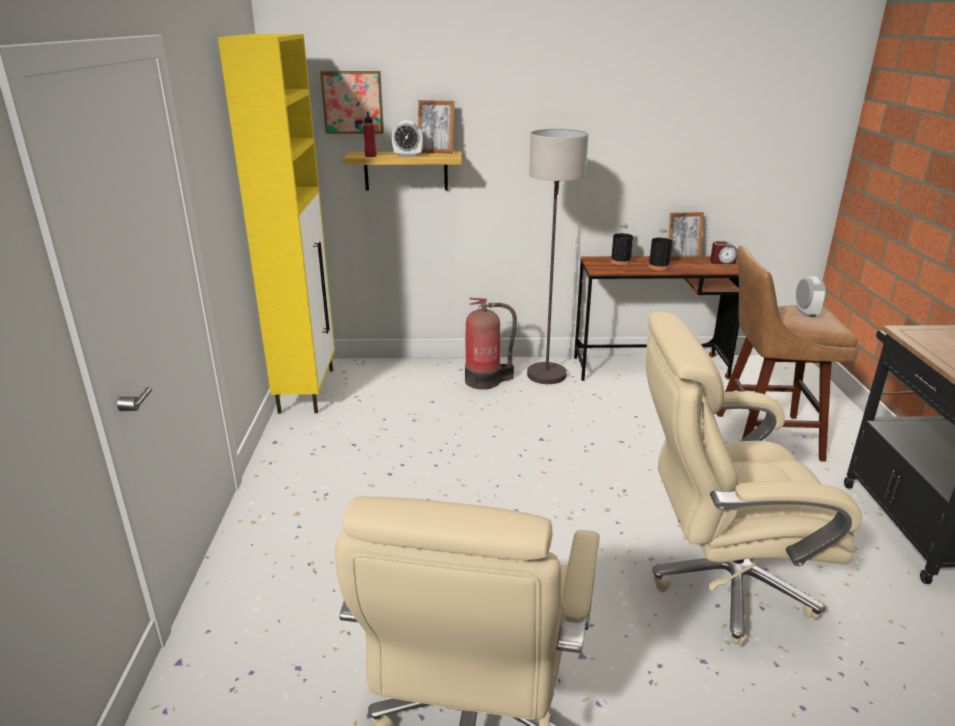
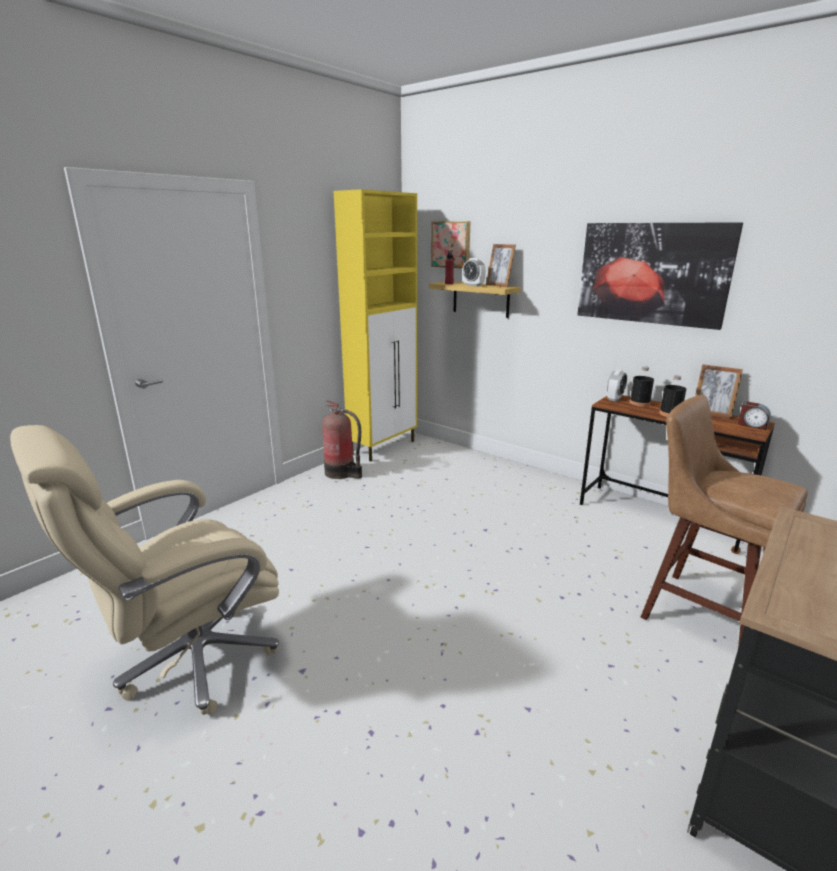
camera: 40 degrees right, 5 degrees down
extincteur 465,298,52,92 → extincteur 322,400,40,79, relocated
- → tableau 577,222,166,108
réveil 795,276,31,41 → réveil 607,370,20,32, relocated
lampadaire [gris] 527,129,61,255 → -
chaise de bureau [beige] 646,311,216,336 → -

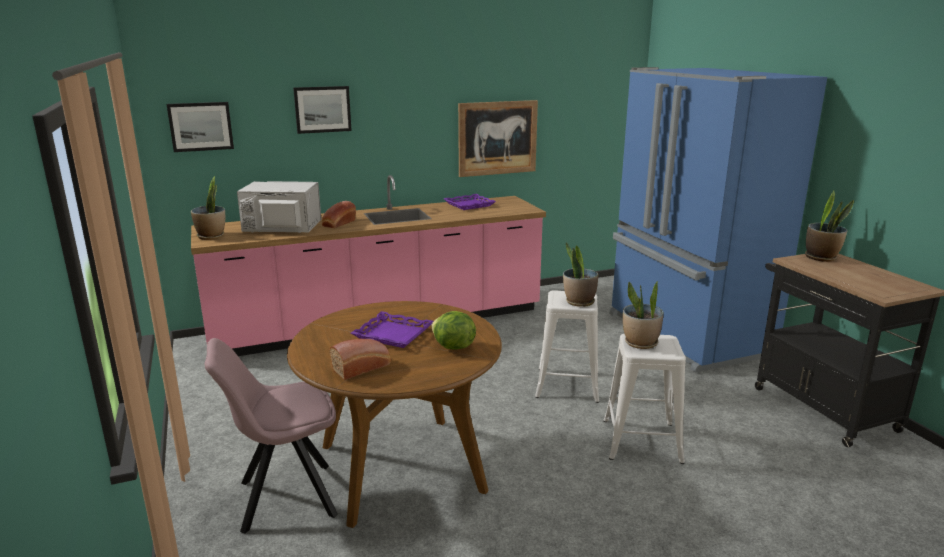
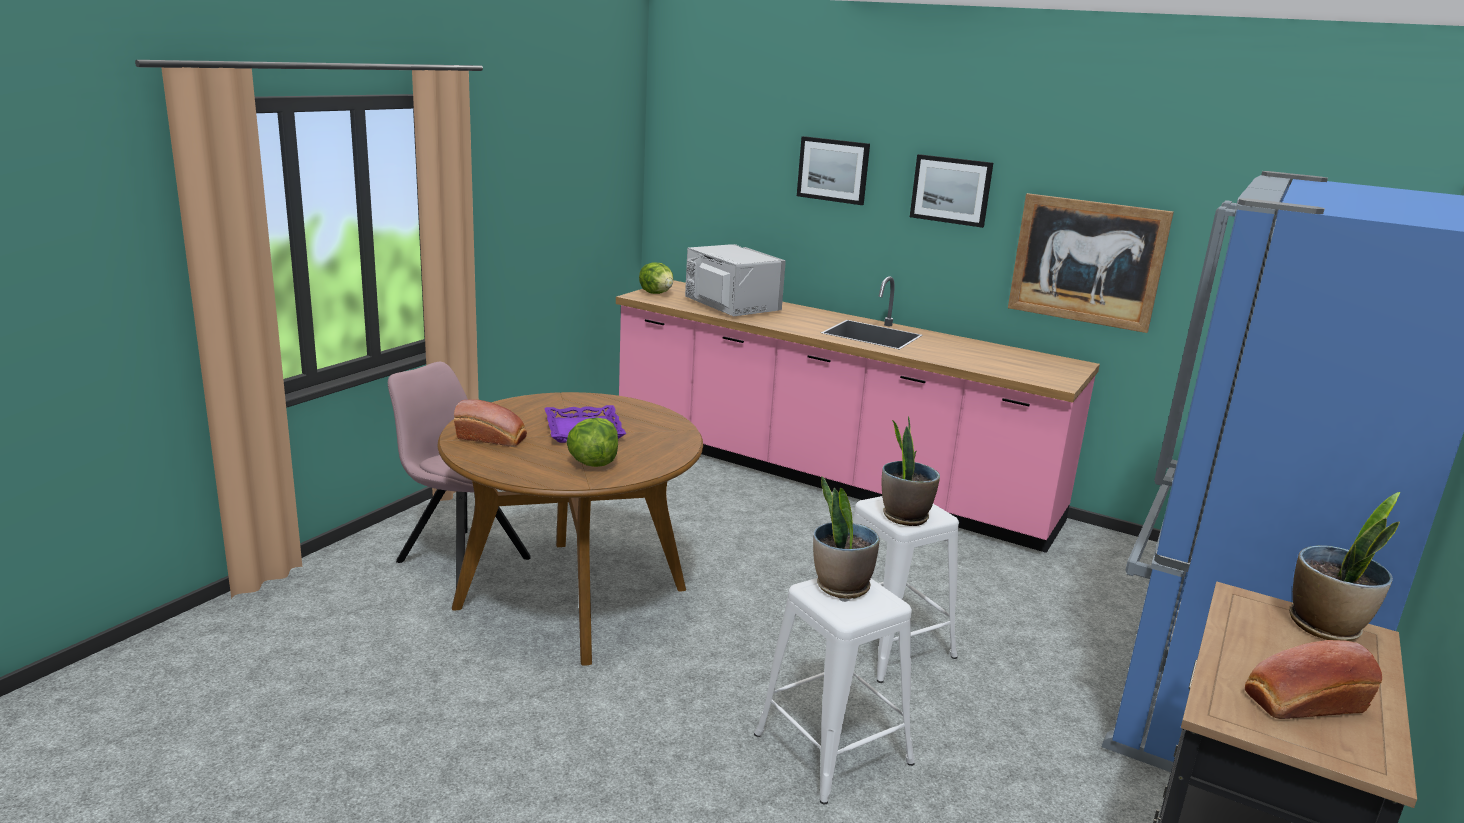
camera: 50 degrees right, 0 degrees up
plante en pot 191,176,34,64 → laitue 639,262,35,32
tableau 167,102,67,50 → tableau 910,154,83,74, relocated
pain 322,201,34,27 → pain 1245,640,137,79, relocated
plateau [violet] 444,194,52,16 → -

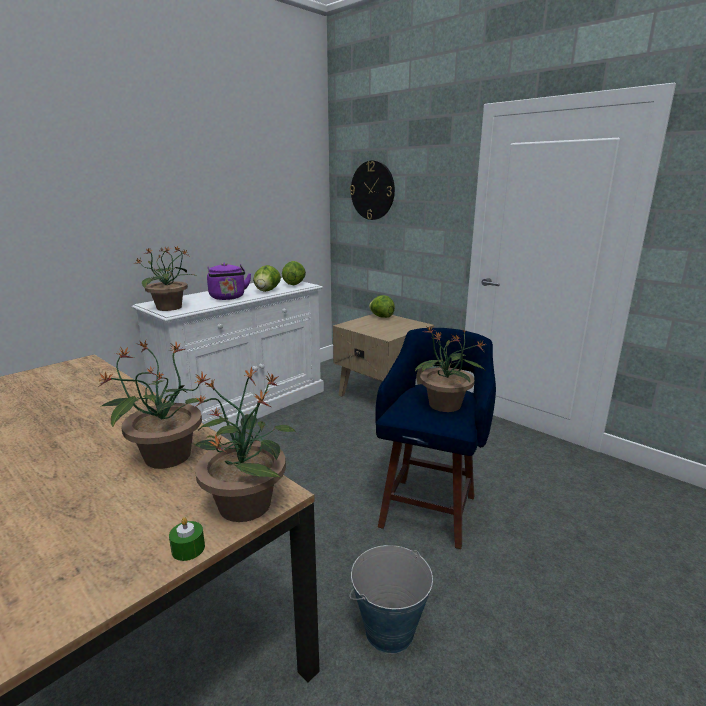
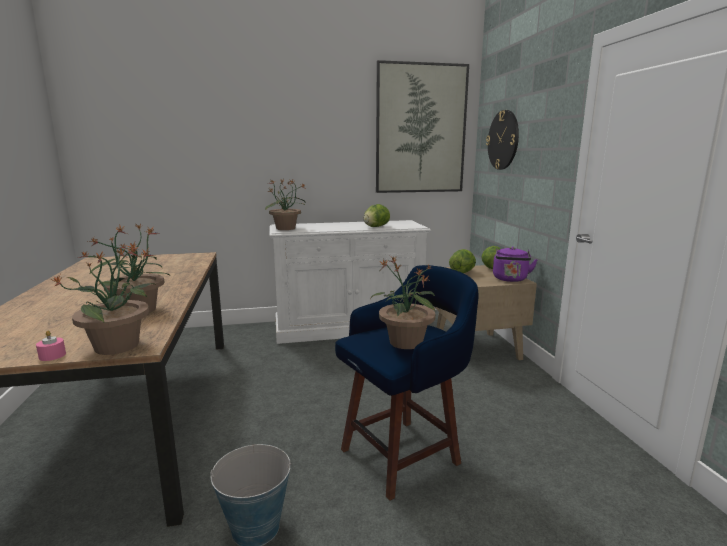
camera: 35 degrees right, 5 degrees down
bougie [vert] 169,517,36,44 → bougie [rose] 36,331,30,30
- → tableau 376,60,93,133
laitue 282,261,24,24 → laitue 449,249,27,24, relocated
bouilloire [violet] 207,263,44,37 → bouilloire [violet] 493,246,45,36, relocated

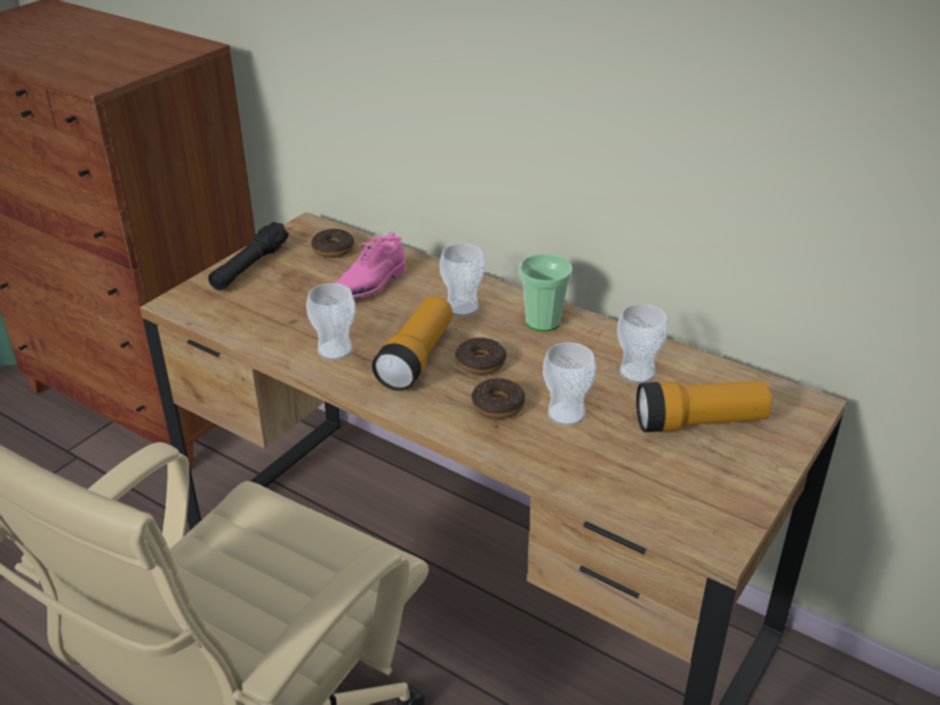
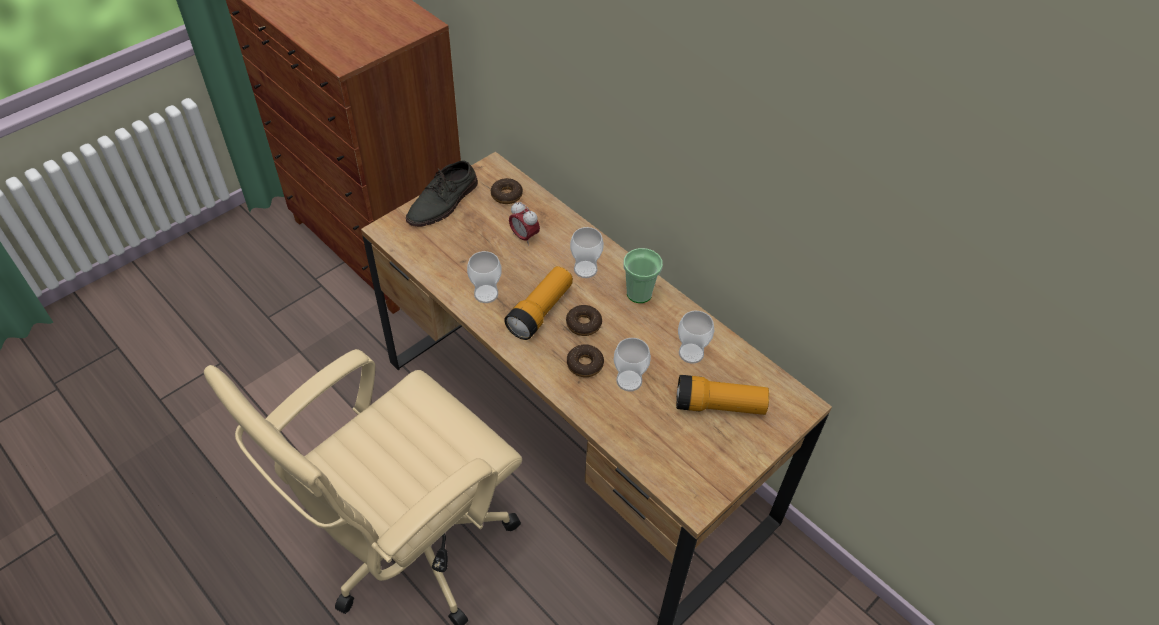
camera: 10 degrees right, 15 degrees up
lampe de poche [noir] 208,222,81,69 → chaussure [gris] 406,160,72,67
chaussure [rose] 335,232,71,67 → réveil 509,202,31,44

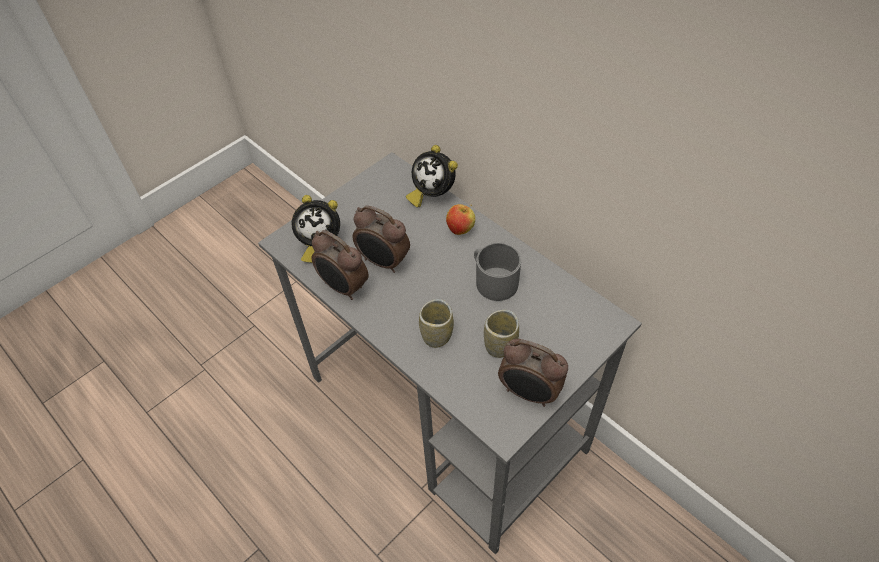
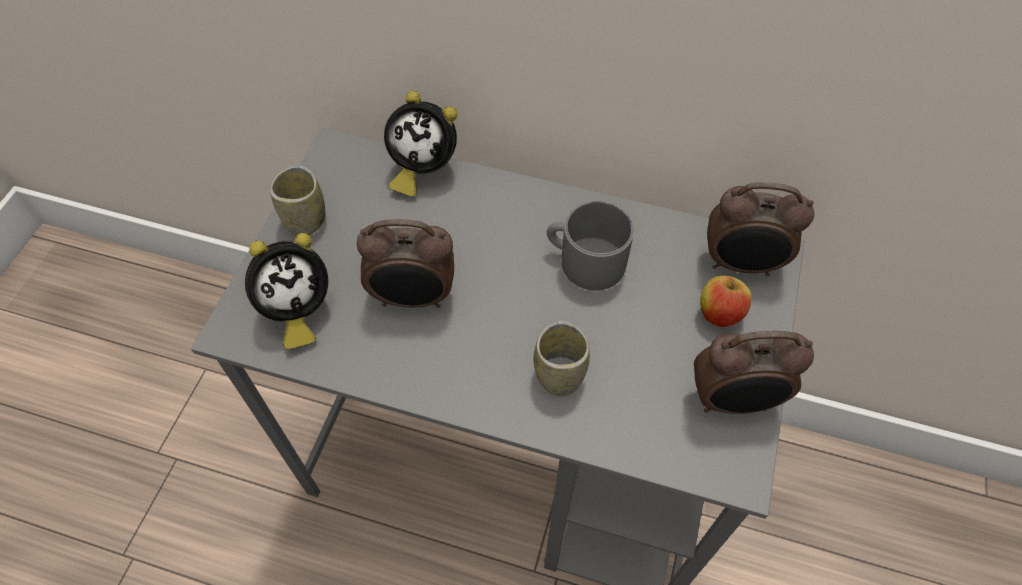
camera: 30 degrees left, 5 degrees up
tasse 484,310,35,48 → tasse 270,165,55,71, relocated
pomme 446,204,29,31 → pomme 700,272,52,55, relocated
réveil 311,230,58,70 → réveil 707,182,108,94, relocated

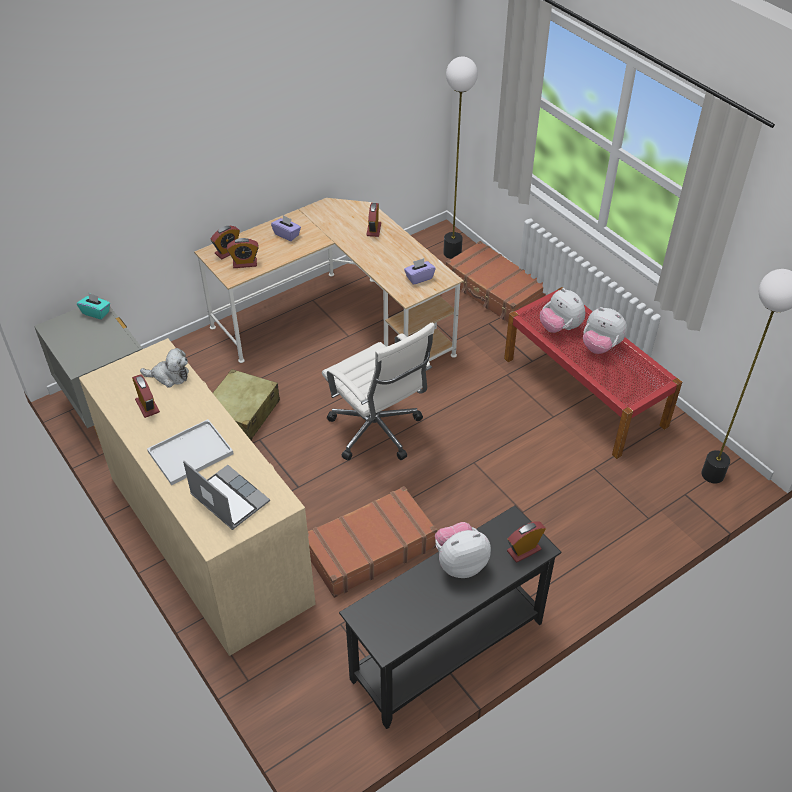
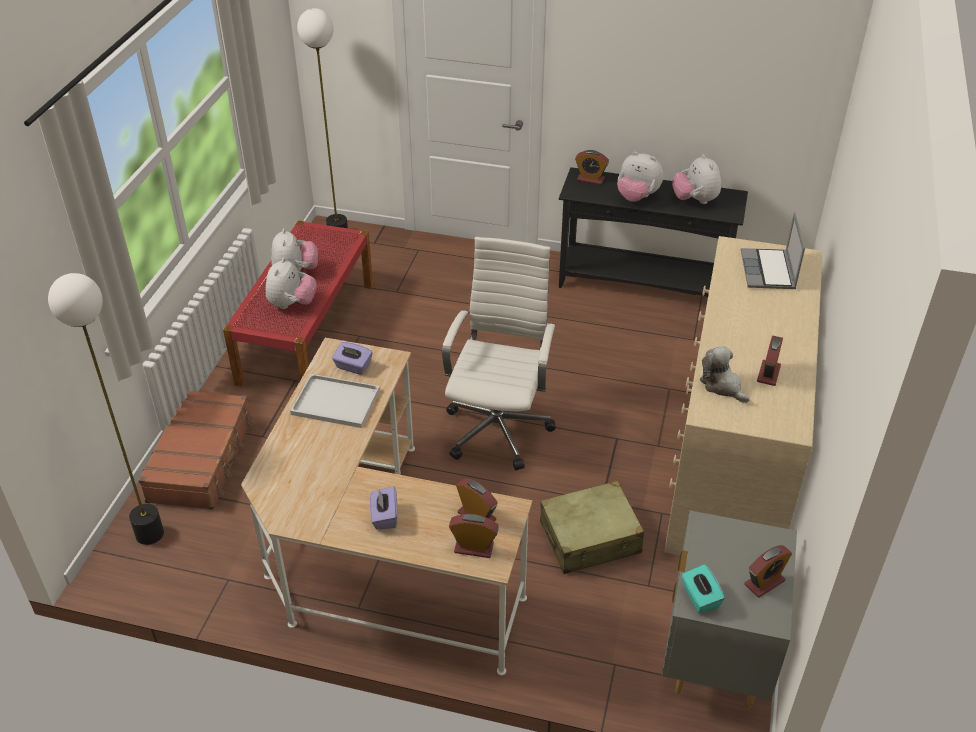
camera: 130 degrees left, 5 degrees down
plateau [blanc] 147,419,87,66 → plateau [blanc] 290,374,90,54, relocated
- → peluche 672,154,49,50
réveil 366,203,15,34 → réveil 744,545,48,53, relocated
valise [marron] 308,486,129,112 → -

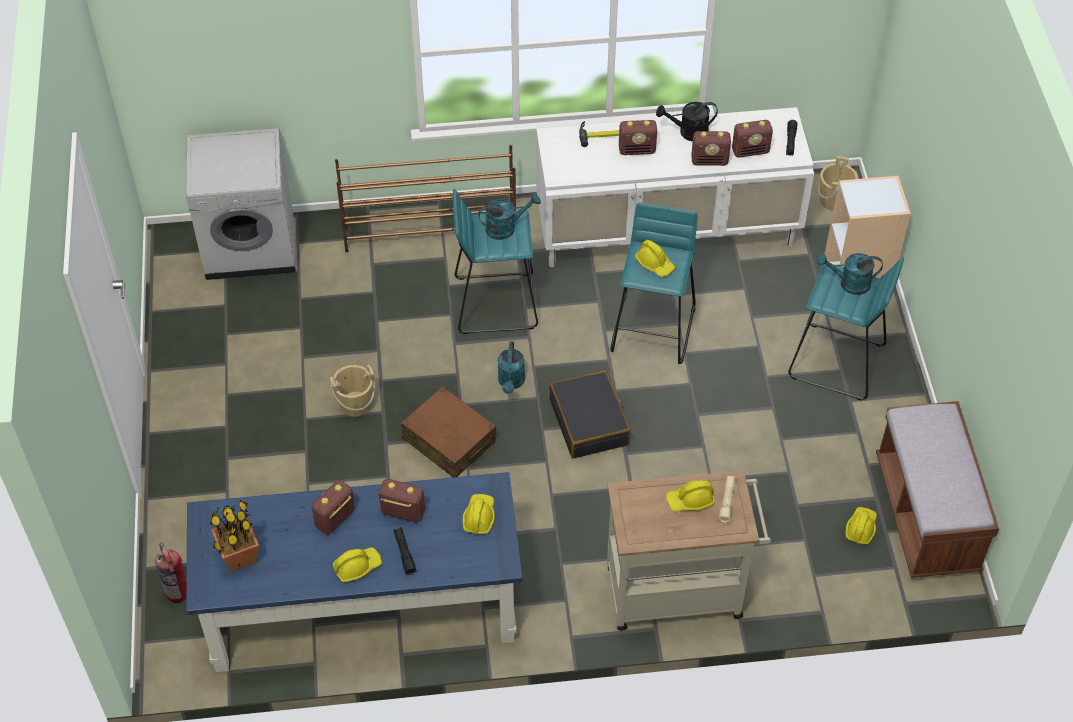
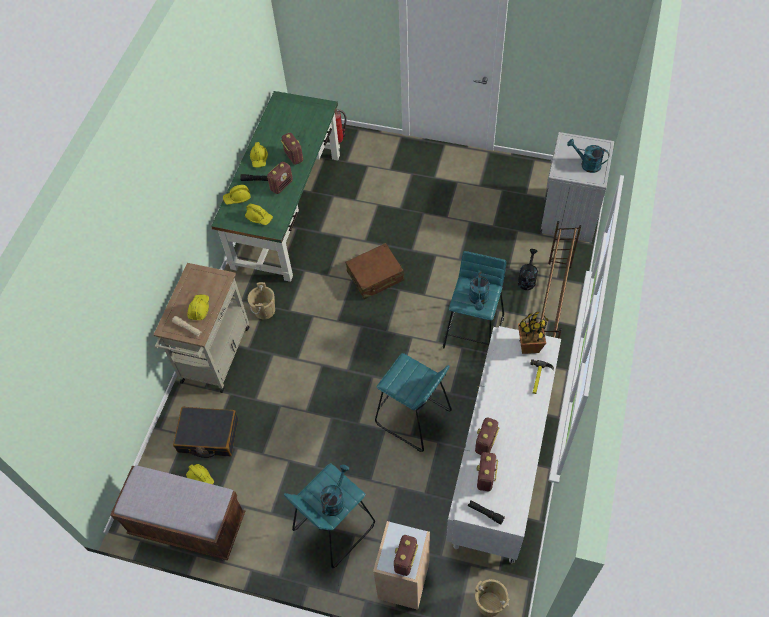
camera: 115 degrees right, 5 degrees up
valise [noir] 549,370,82,89 → valise [noir] 173,407,65,51, relocated
bureau [bleu] 186,472,337,200 → bureau [vert] 211,91,129,191
casque de chantier [jaune] 635,240,40,37 → casque de chantier [jaune] 223,185,28,20, relocated
seau [beige] 330,365,45,52 → seau [beige] 248,282,27,38, relocated
radio 619,120,38,35 → radio 394,535,24,41, relocated
arrosoir [noir] 656,102,62,40 → arrosoir [noir] 518,249,20,41, relocated
plante en pot 210,500,49,72 → plante en pot 518,312,31,42, relocated
arrosoir [turquoise] 497,341,28,53 → arrosoir [turquoise] 567,139,43,34, relocated

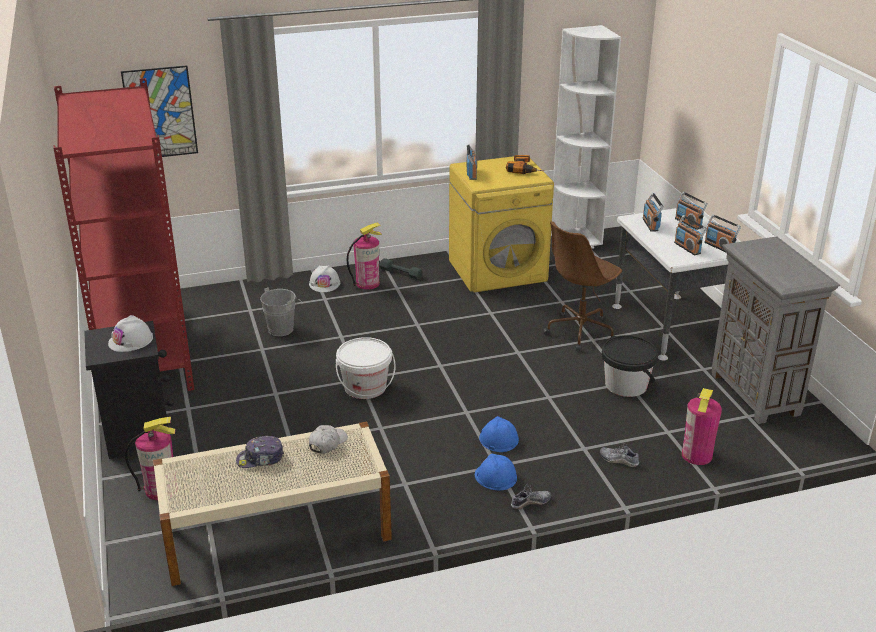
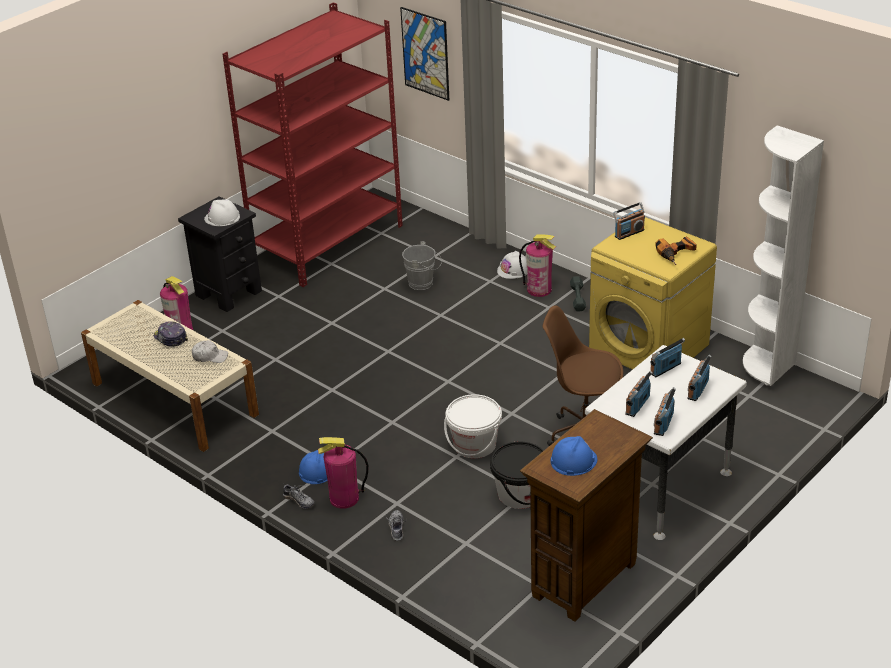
camera: 60 degrees right, 5 degrees up
extincteur 682,388,40,77 → extincteur 318,437,50,72, relocated
seau [blanc] 336,337,60,62 → seau [blanc] 444,394,58,64, relocated
meuble de rangement [gris] 712,236,128,188 → meuble de rangement [marron] 520,409,133,213
casque de chantier [bleu] 479,416,40,36 → casque de chantier [bleu] 551,436,46,40, relocated

